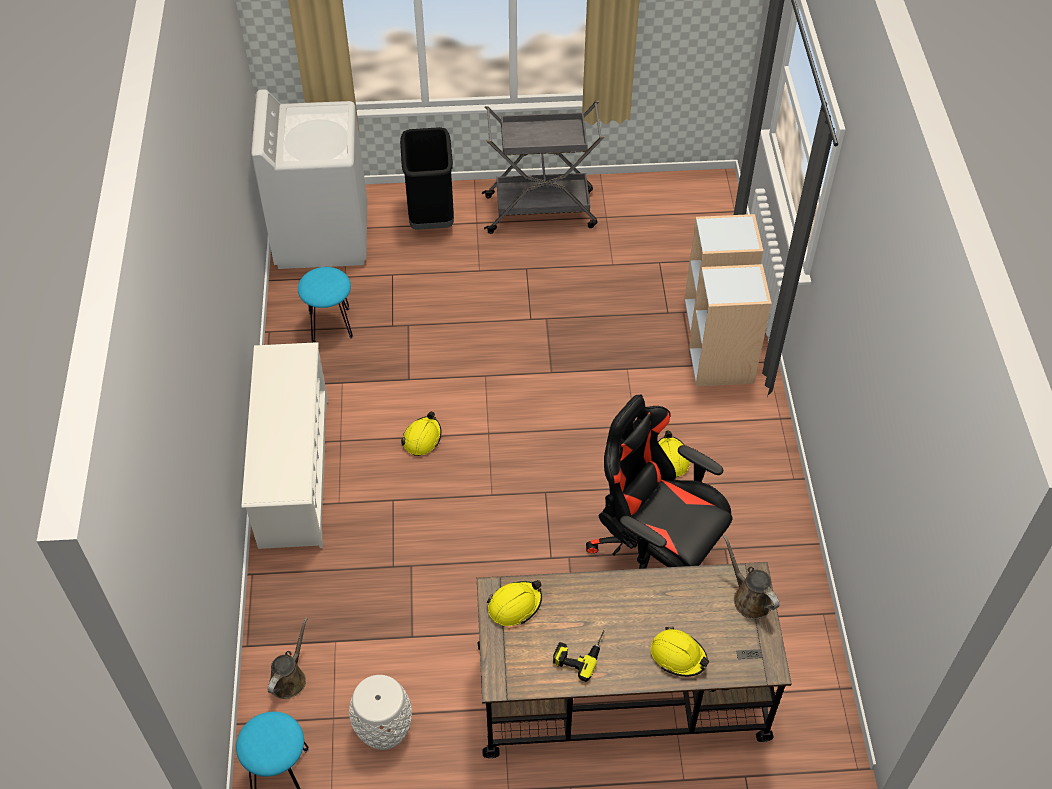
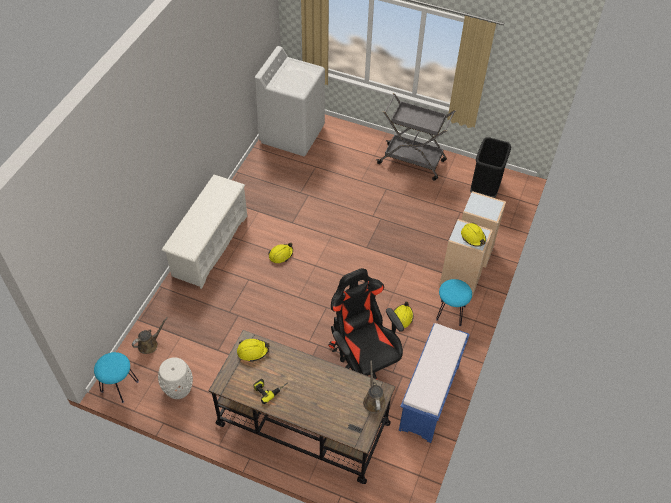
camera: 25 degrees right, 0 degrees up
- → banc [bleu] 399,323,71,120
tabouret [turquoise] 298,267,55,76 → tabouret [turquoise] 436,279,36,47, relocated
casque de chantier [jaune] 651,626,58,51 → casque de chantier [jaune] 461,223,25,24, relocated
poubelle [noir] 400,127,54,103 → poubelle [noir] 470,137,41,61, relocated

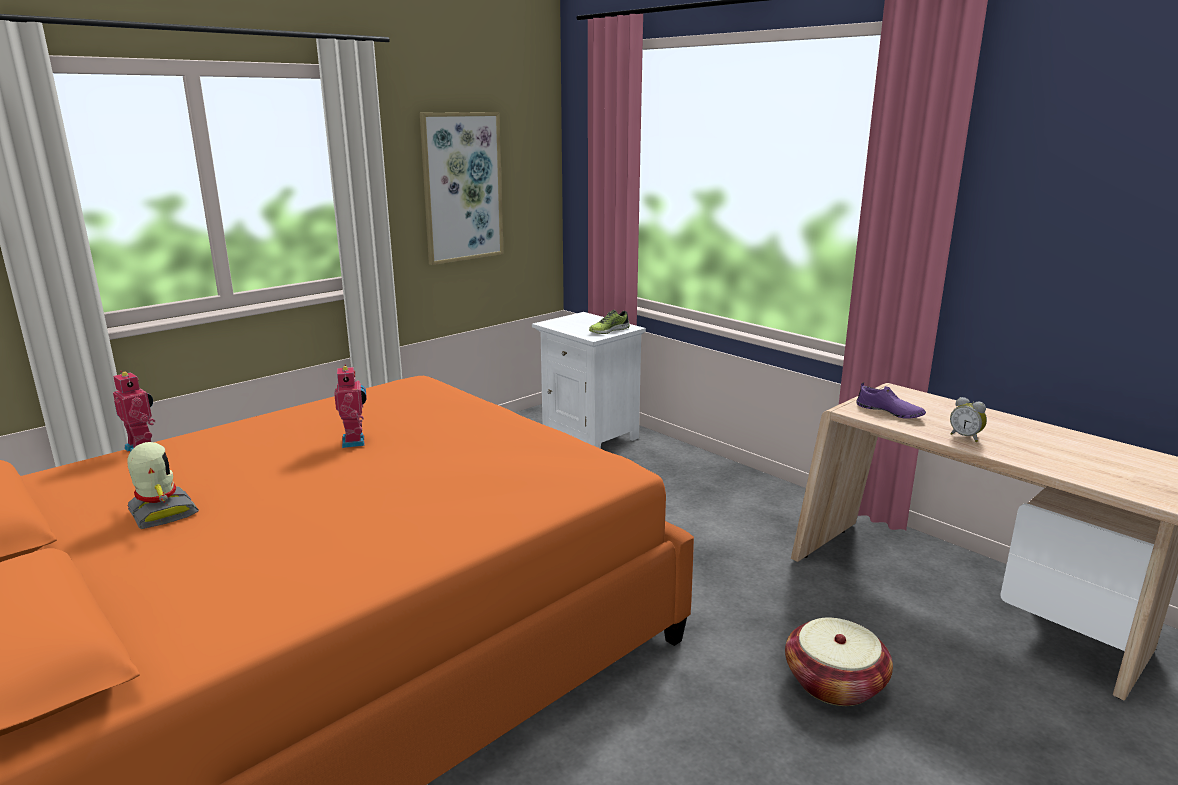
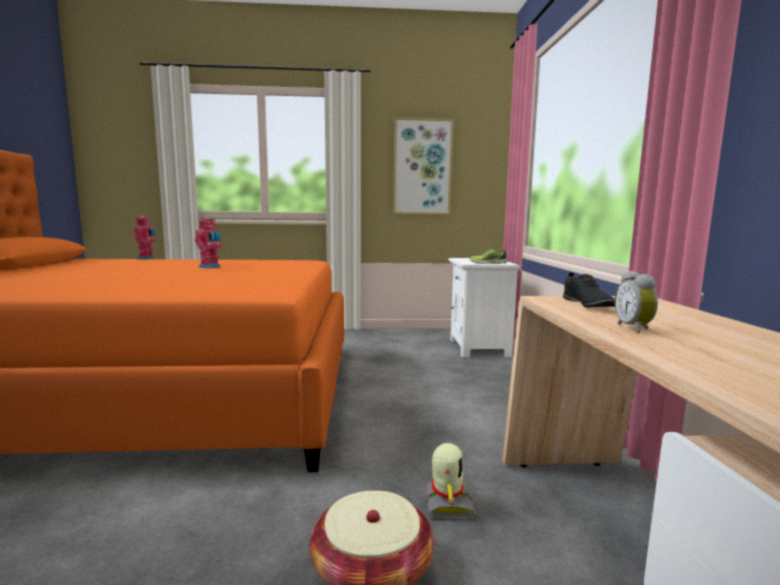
camera: 40 degrees right, 10 degrees down
robot jouet 127,442,72,87 → robot jouet 425,443,51,77, relocated
chaussure [violet] 856,382,70,37 → chaussure [noir] 563,272,52,36

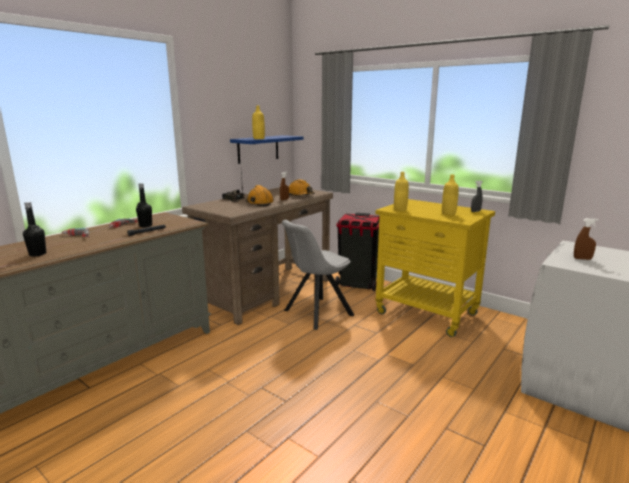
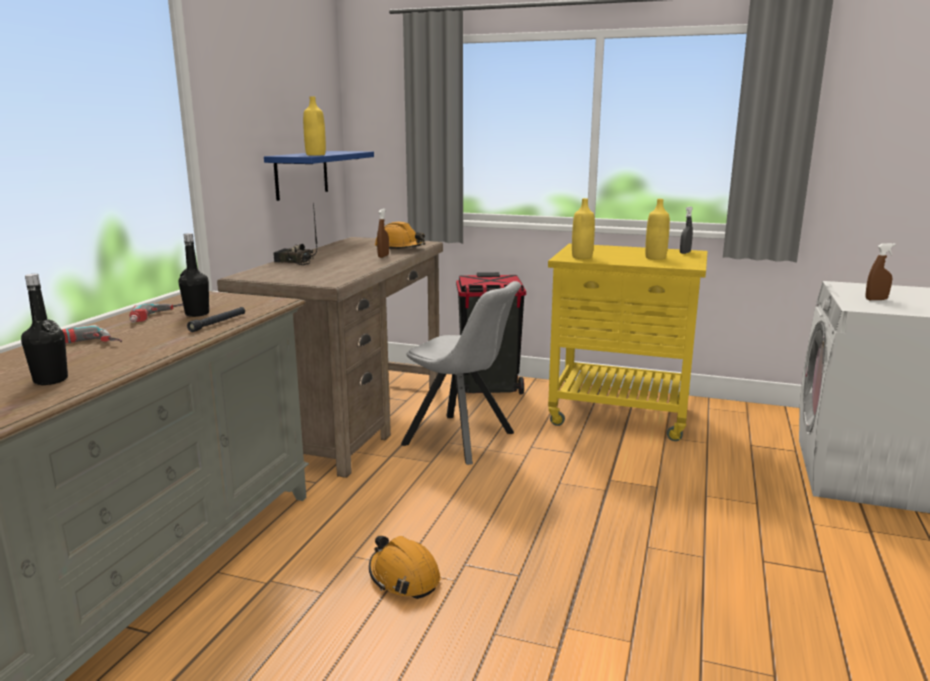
camera: 20 degrees left, 0 degrees up
casque de chantier [orange] 246,185,28,21 → casque de chantier [orange] 369,535,72,64, relocated
chaise [gris] 282,220,72,110 → chaise [gris] 401,281,120,184, 90 degrees counterclockwise

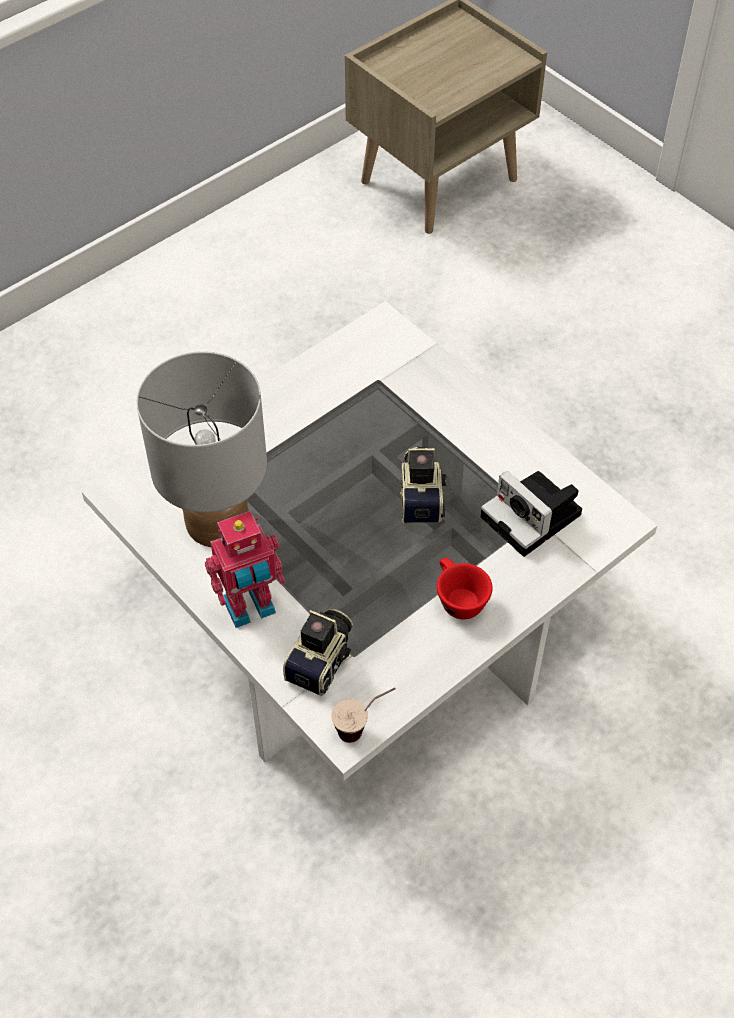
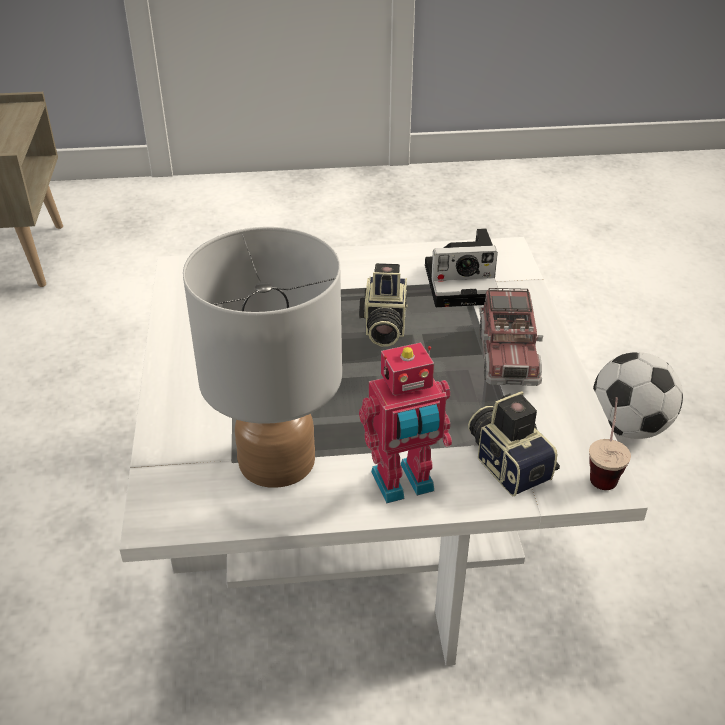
camera: 55 degrees left, 15 degrees down
appareil photo 400,447,46,76 → appareil photo 359,263,49,84, 120 degrees counterclockwise
robot jouet 205,511,80,117 → robot jouet 359,342,93,161, 60 degrees clockwise
tasse [rouge] 437,558,55,62 → camion jouet 479,288,64,98
- → ballon de foot 593,352,90,87

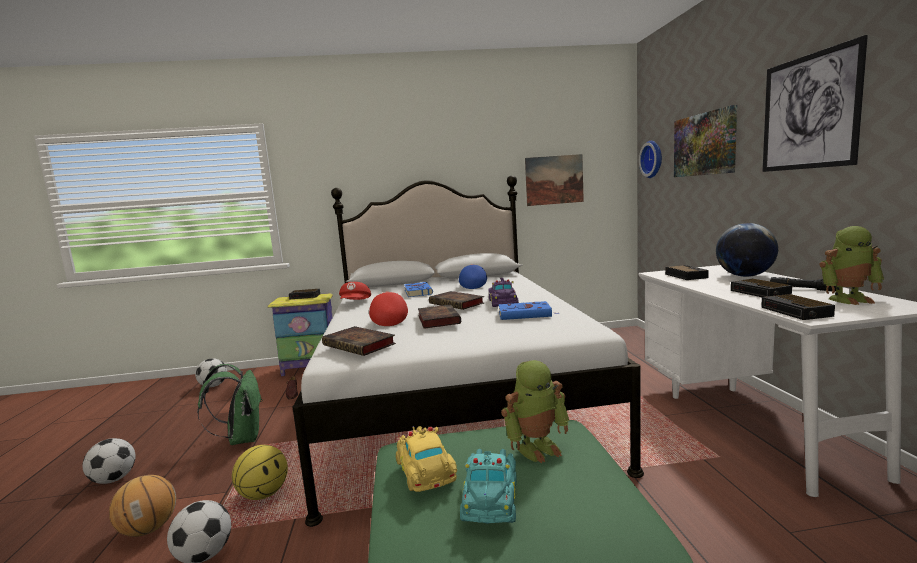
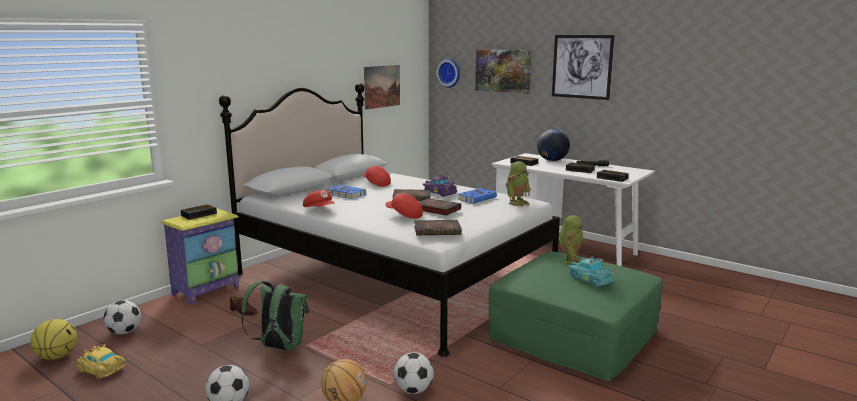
camera: 45 degrees left, 5 degrees up
ballon de basket 232,445,56,55 → ballon de basket 30,319,47,41, relocated
petite voiture [jaune] 396,426,61,66 → petite voiture [jaune] 76,344,50,35, relocated
casquette [bleu] 459,264,28,25 → casquette [rouge] 363,166,28,21
robot jouet 819,226,65,79 → robot jouet 506,161,25,45, relocated

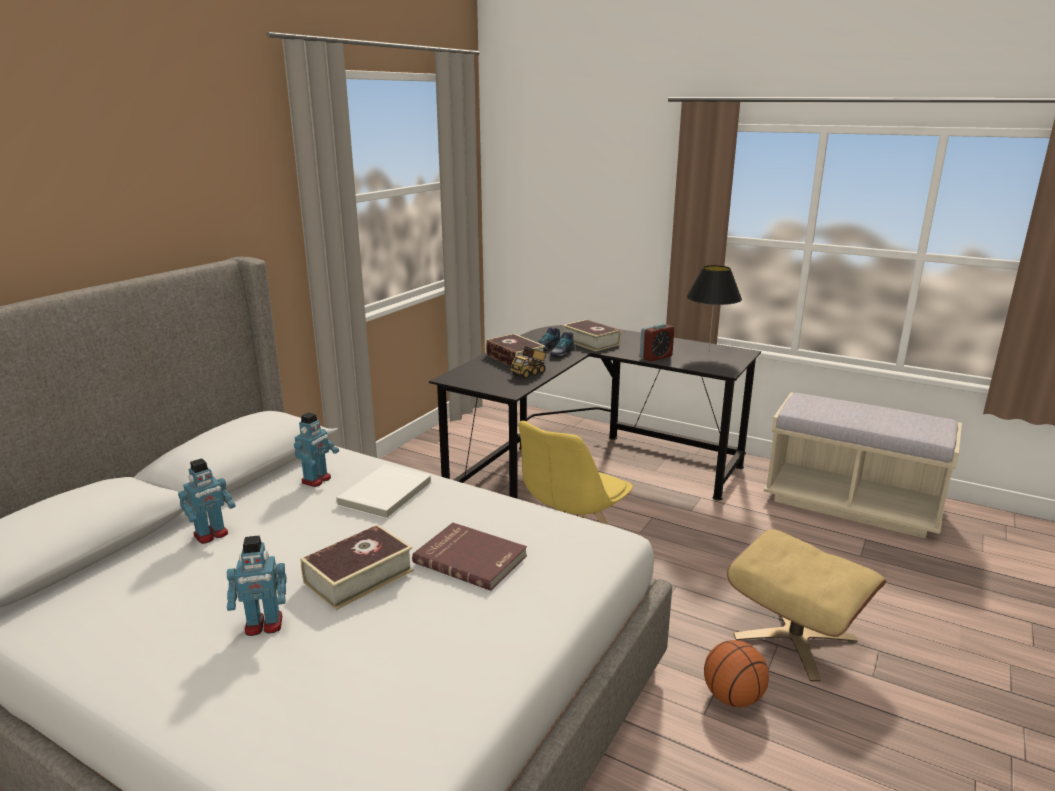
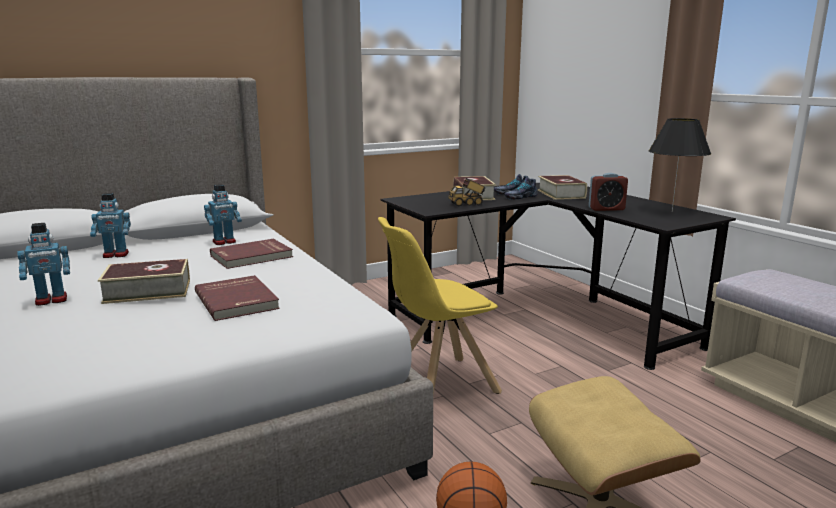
camera: 30 degrees right, 5 degrees down
robot jouet 227,536,60,100 → robot jouet 17,223,53,83, 45 degrees counterclockwise
livre [blanc] 336,464,96,55 → livre [rouge] 210,239,83,30

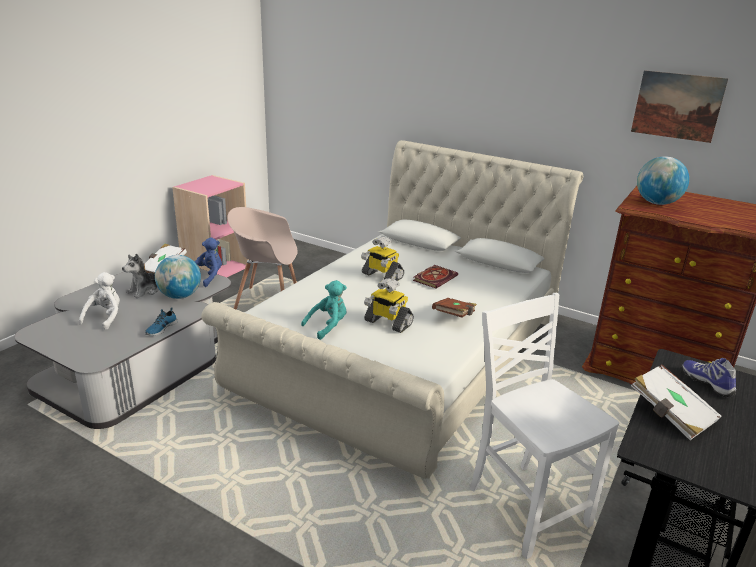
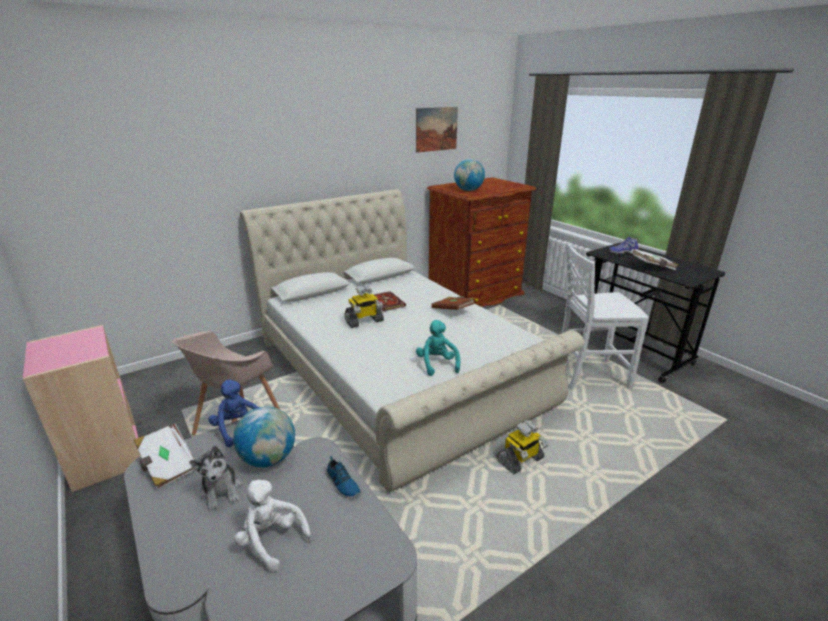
camera: 65 degrees left, 0 degrees up
robot jouet 364,278,50,55 → robot jouet 496,420,53,54, relocated

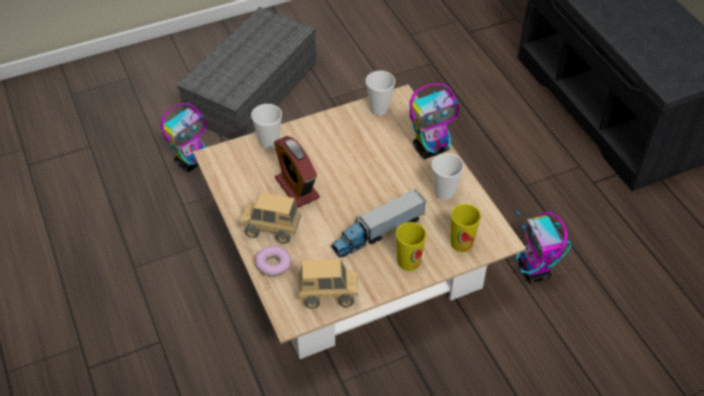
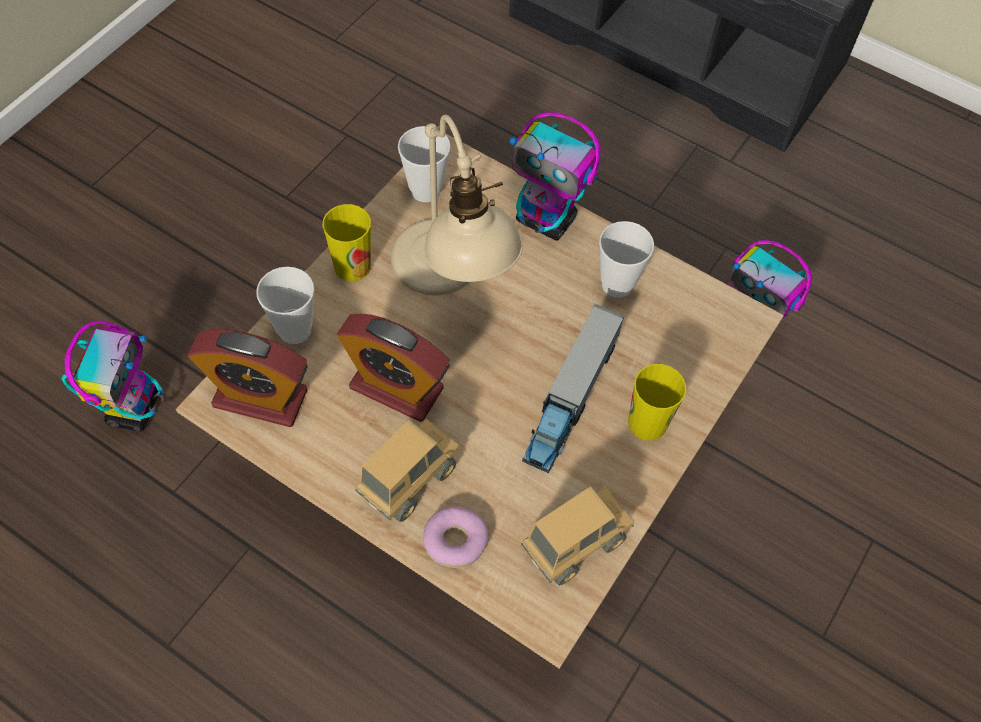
camera: 35 degrees left, 10 degrees up
- → réveil 188,329,120,98
tasse 450,204,31,48 → tasse 322,204,49,77, relocated
camion jouet 240,192,61,52 → camion jouet 355,419,105,103, 150 degrees clockwise
- → lampe de table [beige] 391,114,132,181
robot jouet 409,83,50,76 → robot jouet 509,112,92,129, 90 degrees clockwise
boîte de rangement [gris] 177,7,139,133 → -

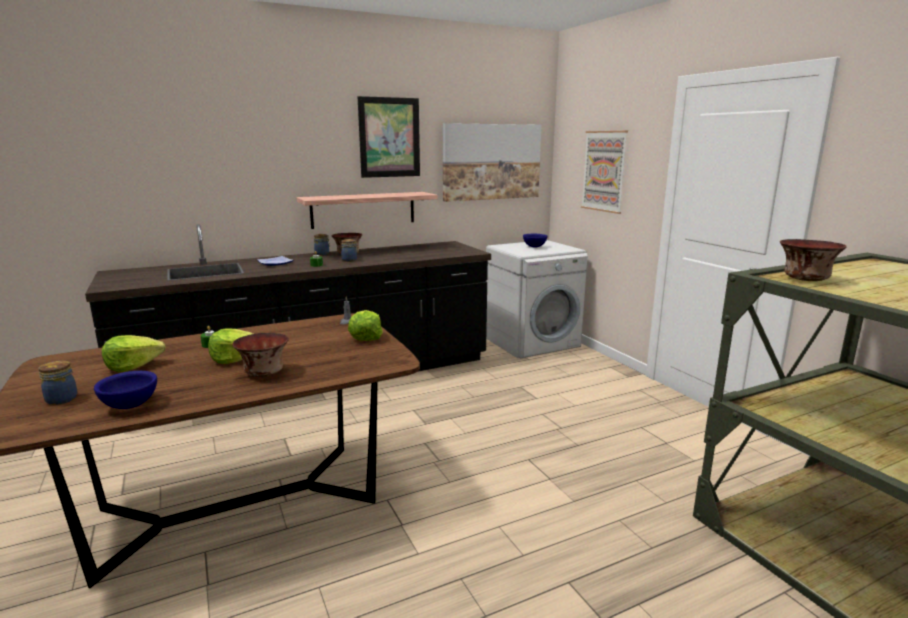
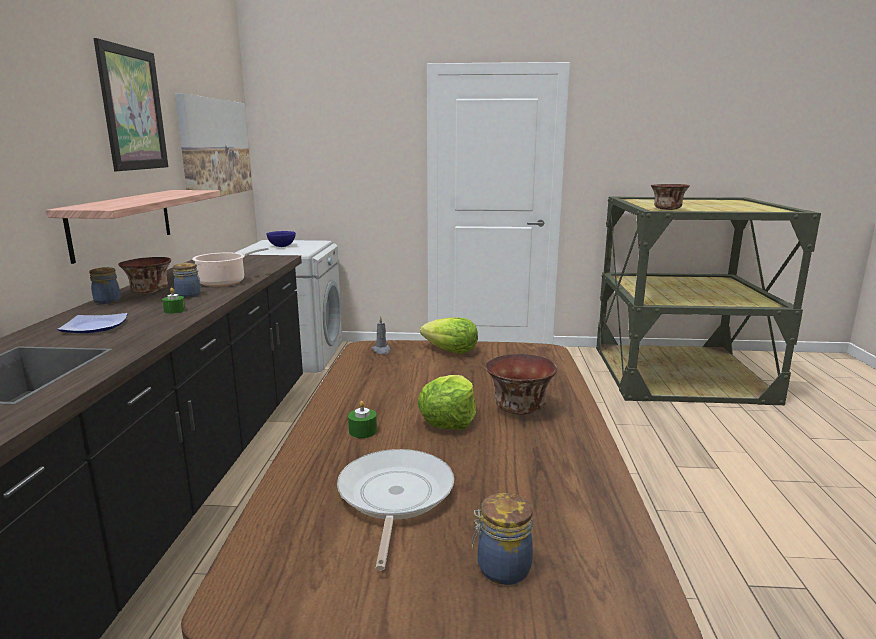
camera: 60 degrees left, 0 degrees up
- → marmite 192,247,77,40
laitue 102,335,63,37 → poêle 337,449,117,122
bol [bleu] 94,371,63,38 → -
tableau 581,131,47,83 → -

